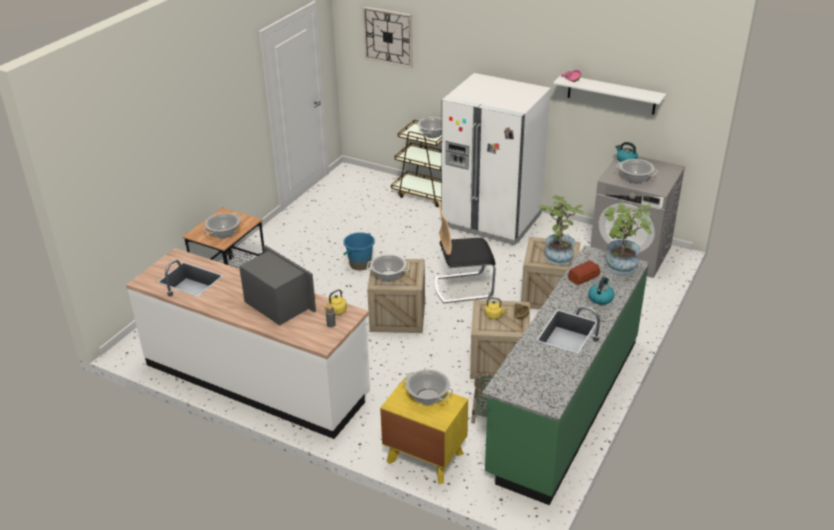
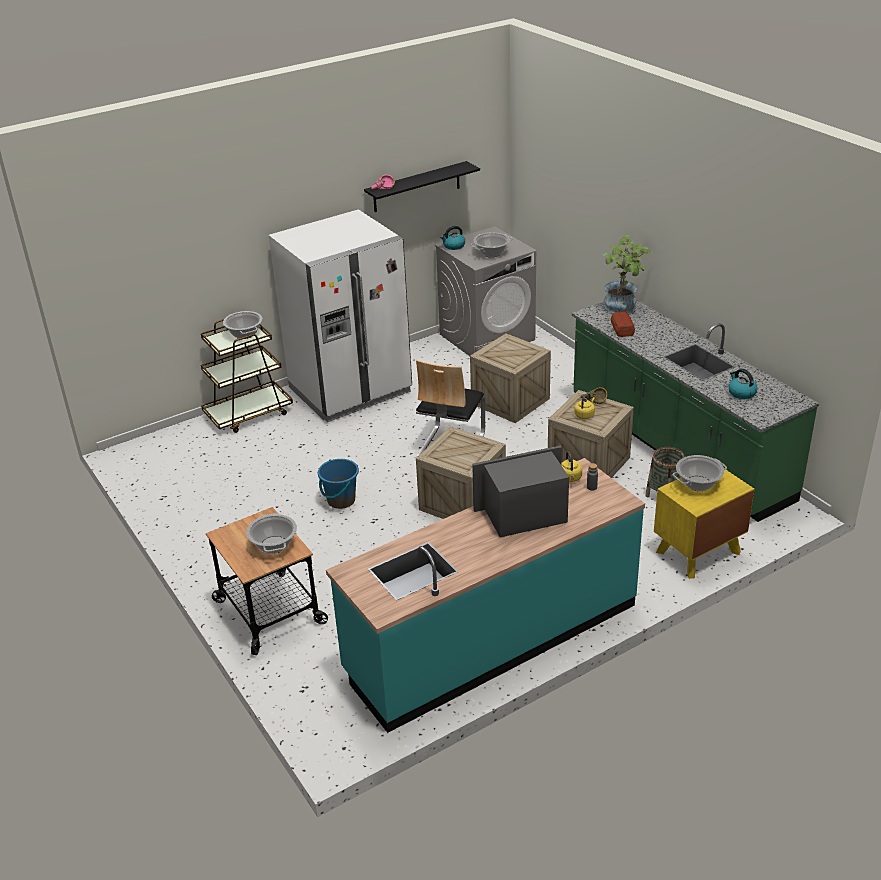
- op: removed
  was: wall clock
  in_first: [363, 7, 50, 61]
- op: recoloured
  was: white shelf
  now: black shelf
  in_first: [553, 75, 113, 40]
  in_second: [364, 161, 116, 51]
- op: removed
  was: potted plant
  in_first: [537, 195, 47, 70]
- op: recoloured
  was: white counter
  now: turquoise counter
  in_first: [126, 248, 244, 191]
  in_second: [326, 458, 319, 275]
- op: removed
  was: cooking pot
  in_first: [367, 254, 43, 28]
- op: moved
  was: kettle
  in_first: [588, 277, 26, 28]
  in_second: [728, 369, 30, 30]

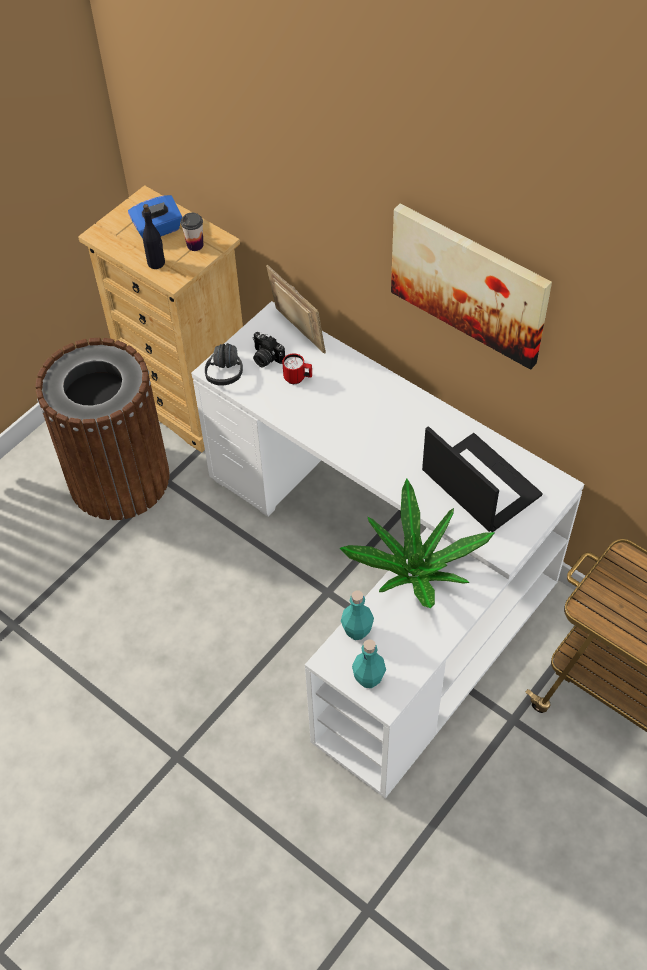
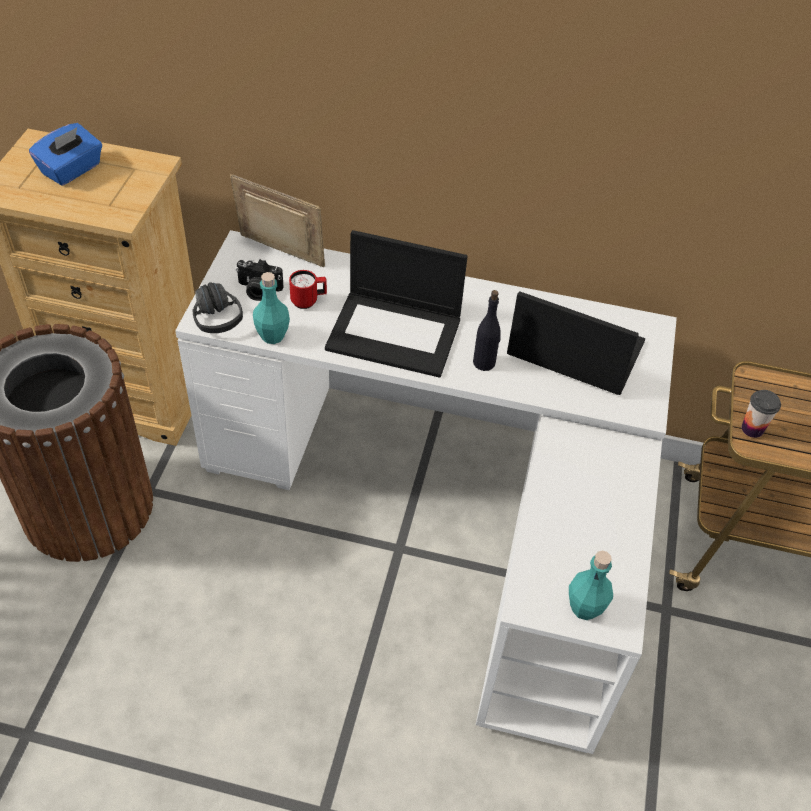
- op: moved
  was: black bottle
  in_first: [143, 204, 22, 65]
  in_second: [473, 290, 28, 81]
- op: removed
  was: picture
  in_first: [391, 204, 161, 165]
- op: moved
  was: cup
  in_first: [181, 213, 22, 38]
  in_second: [742, 390, 39, 48]
- op: removed
  was: potted plant
  in_first: [340, 478, 155, 130]
- op: moved
  was: turquoise bottle
  in_first: [341, 590, 33, 50]
  in_second: [253, 272, 37, 72]
- op: added
  now: laptop
  in_second: [325, 230, 143, 148]

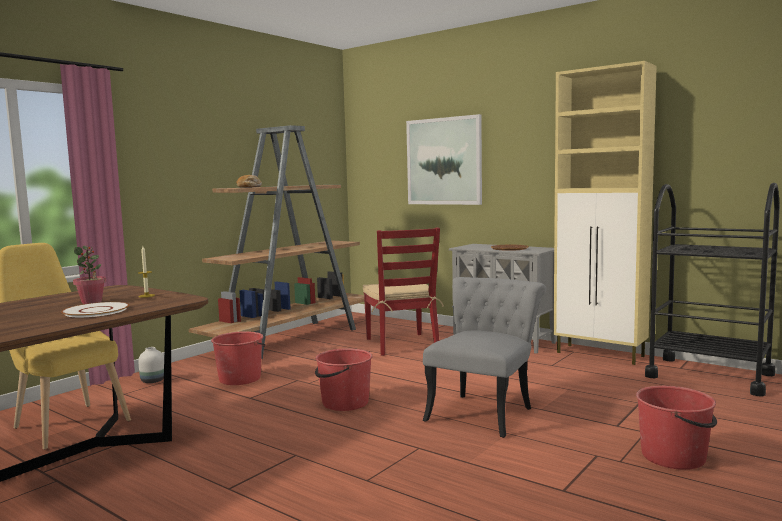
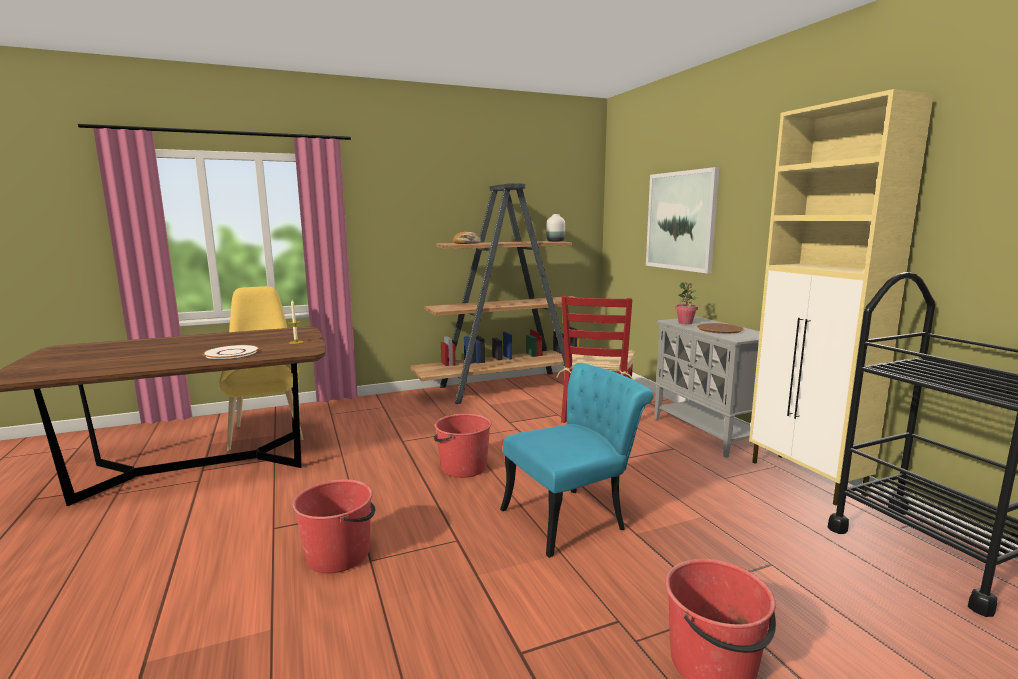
- op: moved
  was: potted plant
  in_first: [73, 246, 34, 58]
  in_second: [675, 282, 23, 42]
- op: recoloured
  was: grey chair
  now: turquoise chair
  in_first: [423, 277, 123, 161]
  in_second: [500, 363, 154, 195]
- op: moved
  was: red bucket
  in_first: [211, 331, 55, 54]
  in_second: [292, 479, 83, 94]
- op: moved
  was: white vase
  in_first: [138, 347, 26, 36]
  in_second: [546, 214, 19, 28]

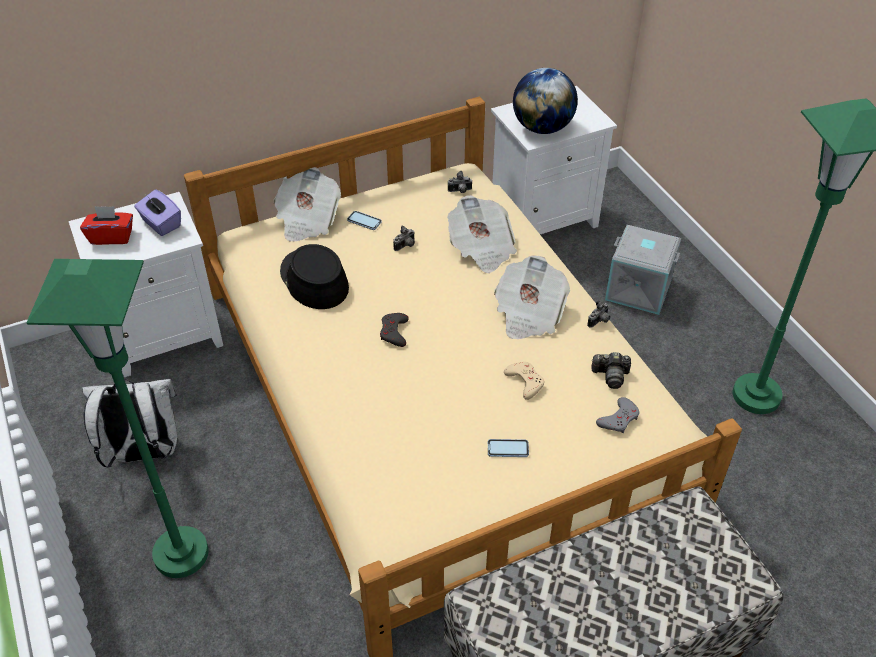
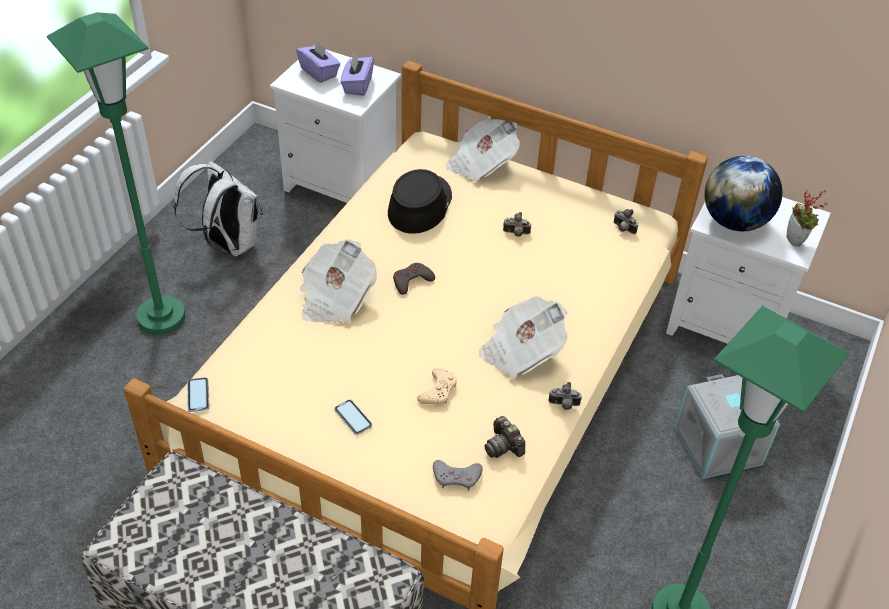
- op: moved
  was: newspaper
  in_first: [447, 195, 70, 78]
  in_second: [300, 239, 77, 84]
- op: recoloured
  was: red tissue box
  now: purple tissue box
  in_first: [80, 206, 53, 39]
  in_second: [296, 40, 44, 43]
- op: moved
  was: phone
  in_first: [347, 211, 35, 19]
  in_second: [188, 378, 21, 34]
- op: added
  now: potted plant
  in_second: [786, 190, 41, 57]

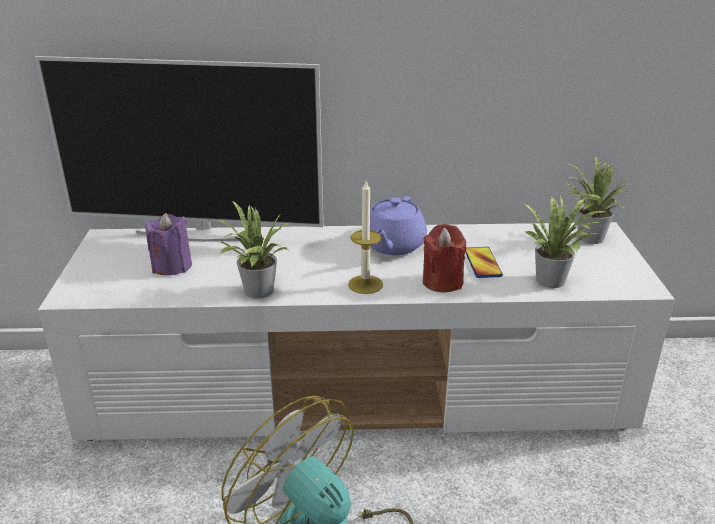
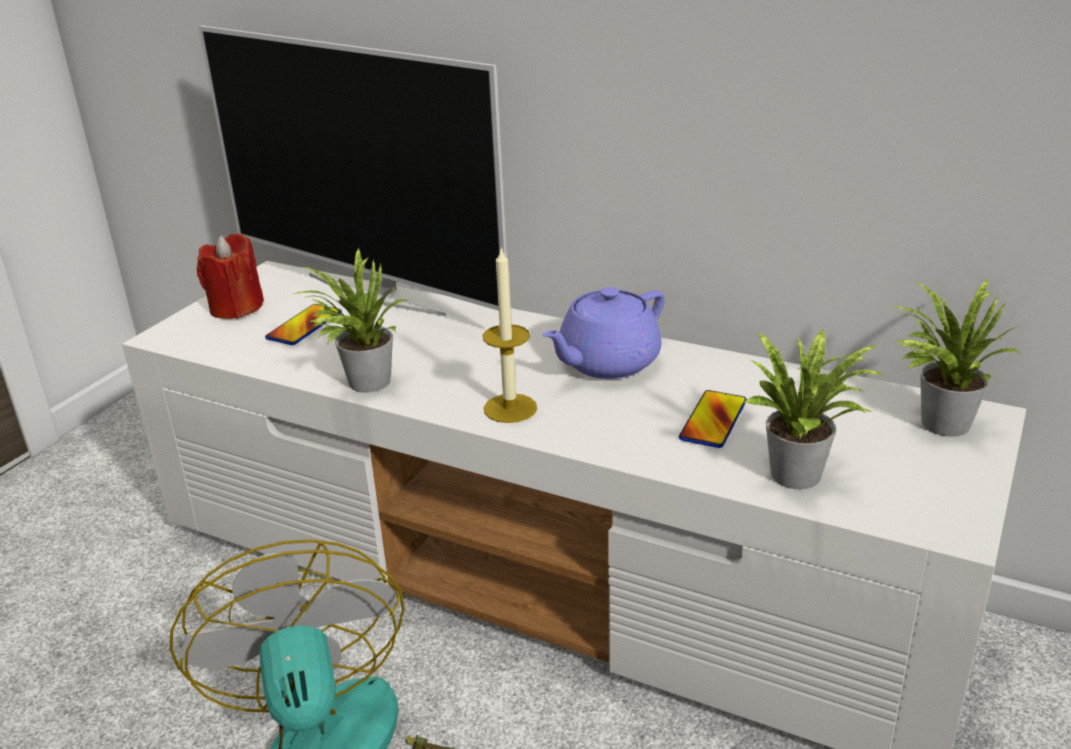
- op: replaced
  was: purple candle
  now: phone
  in_first: [145, 213, 47, 63]
  in_second: [265, 304, 77, 41]
- op: moved
  was: red candle
  in_first: [423, 224, 43, 68]
  in_second: [197, 233, 67, 86]

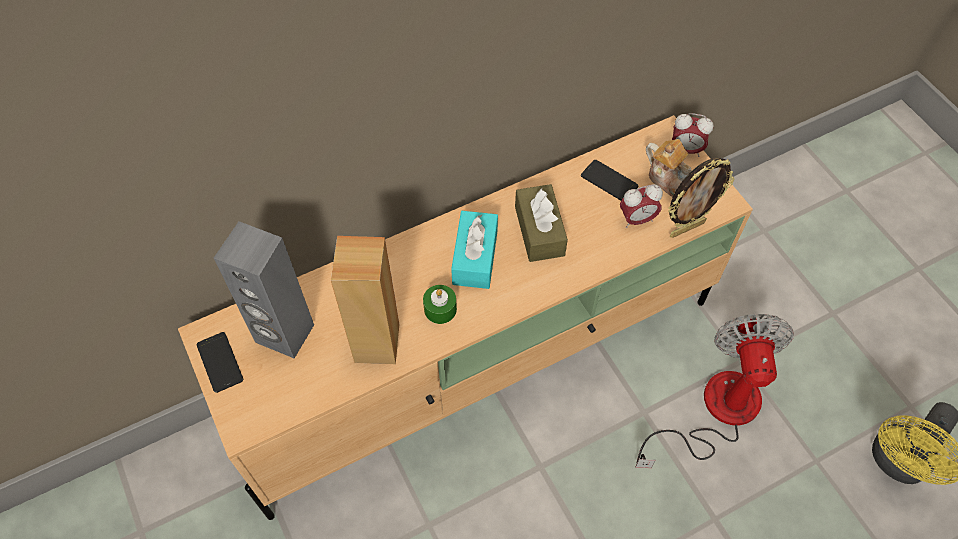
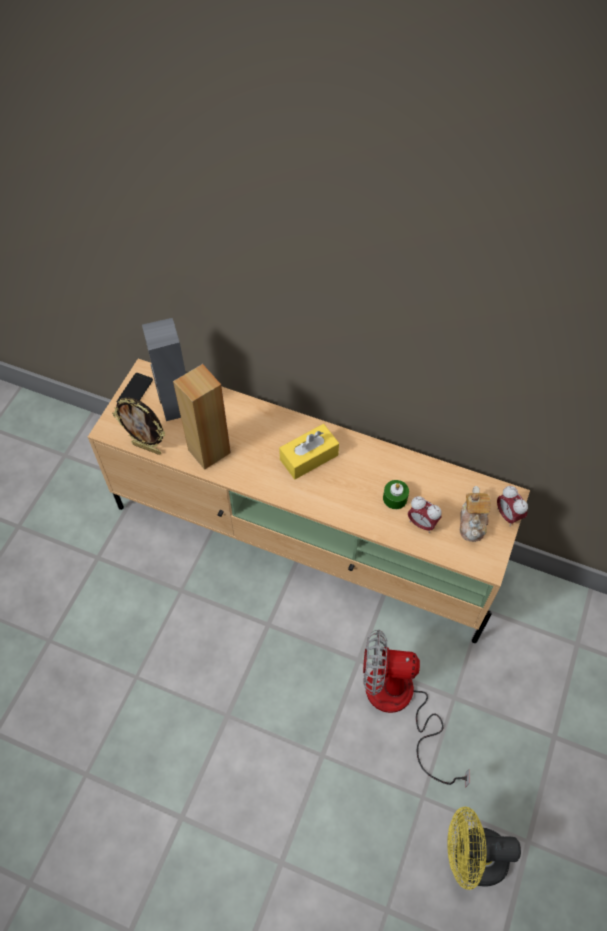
- op: moved
  was: picture frame
  in_first: [668, 158, 67, 80]
  in_second: [112, 397, 53, 58]
- op: removed
  was: phone
  in_first: [581, 160, 57, 40]
- op: removed
  was: brown tissue box
  in_first: [515, 184, 53, 78]
- op: recoloured
  was: turquoise tissue box
  now: yellow tissue box
  in_first: [451, 211, 47, 78]
  in_second: [279, 424, 60, 55]
- op: moved
  was: green candle
  in_first: [423, 285, 34, 39]
  in_second: [383, 480, 26, 29]
- op: turned
  was: fan
  in_first: [635, 314, 159, 154]
  in_second: [363, 629, 106, 158]
  clockwise: -135

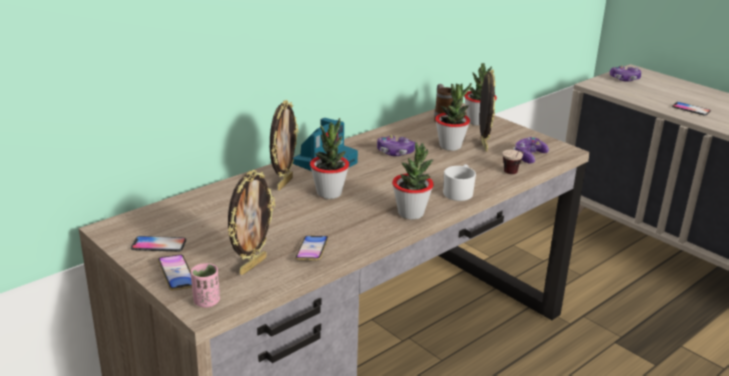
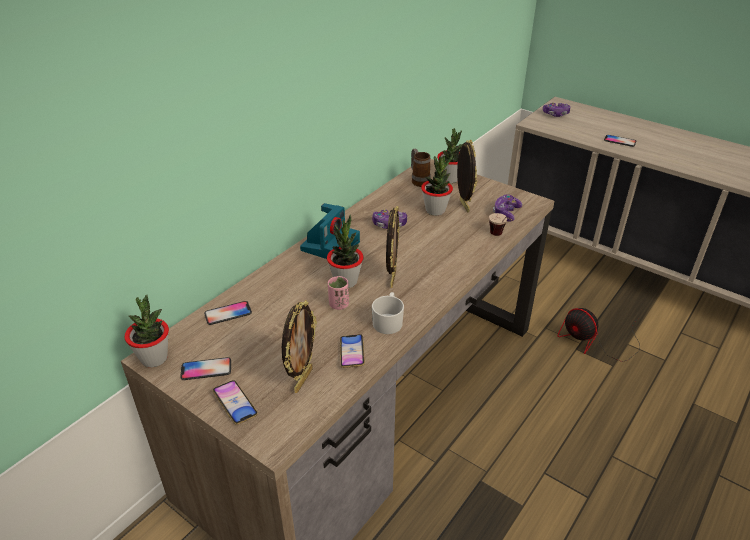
- op: moved
  was: picture frame
  in_first: [270, 100, 28, 90]
  in_second: [386, 206, 13, 82]
- op: moved
  was: potted plant
  in_first: [392, 142, 42, 77]
  in_second: [124, 294, 45, 73]
- op: moved
  was: white mug
  in_first: [443, 164, 33, 37]
  in_second: [372, 292, 32, 42]
- op: moved
  was: pink cup
  in_first: [191, 263, 29, 45]
  in_second: [328, 276, 21, 34]
- op: added
  now: phone
  in_second: [204, 301, 48, 24]
- op: added
  now: fan
  in_second: [558, 308, 82, 54]

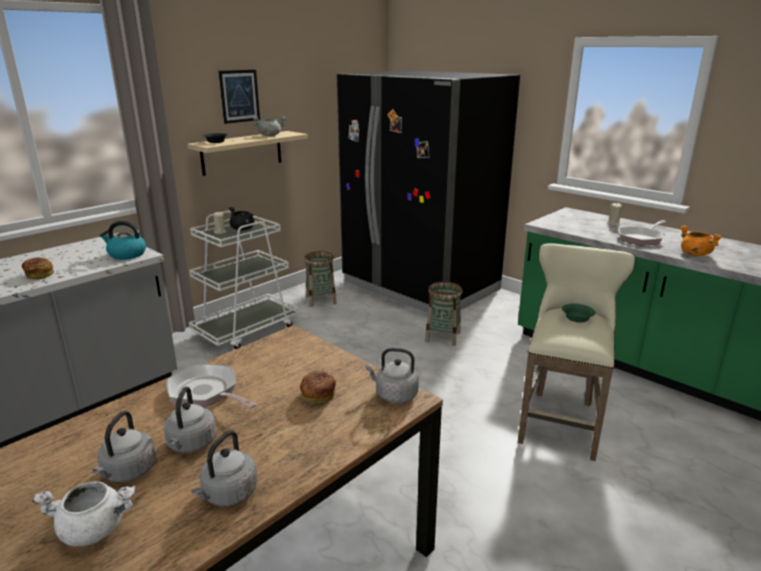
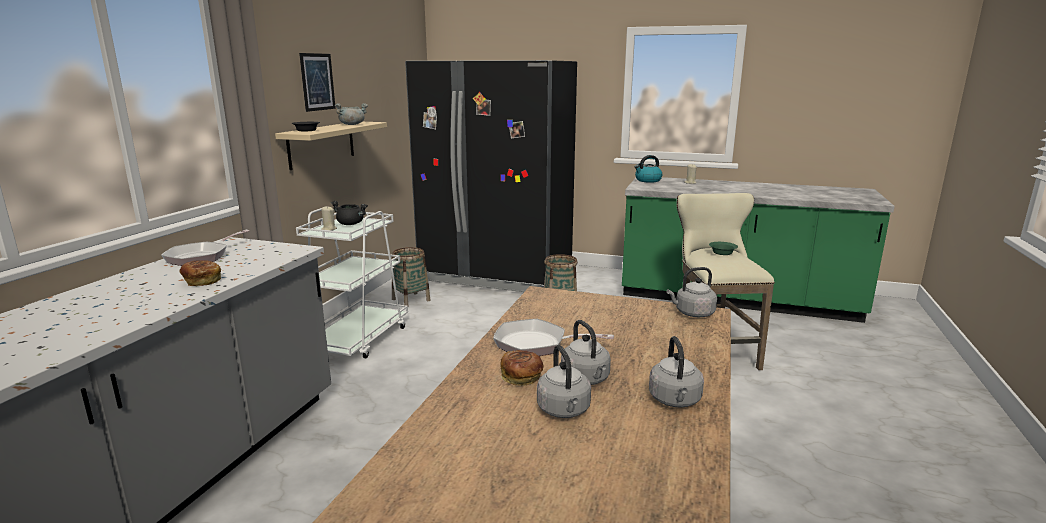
- op: moved
  was: frying pan
  in_first: [619, 220, 47, 25]
  in_second: [161, 230, 89, 36]
- op: moved
  was: kettle
  in_first: [100, 221, 46, 39]
  in_second: [634, 155, 28, 28]
- op: removed
  was: orange cooking pot
  in_first: [680, 226, 43, 30]
- op: moved
  was: bread
  in_first: [300, 370, 36, 34]
  in_second: [500, 350, 43, 36]
- op: removed
  was: white cooking pot
  in_first: [32, 482, 103, 64]

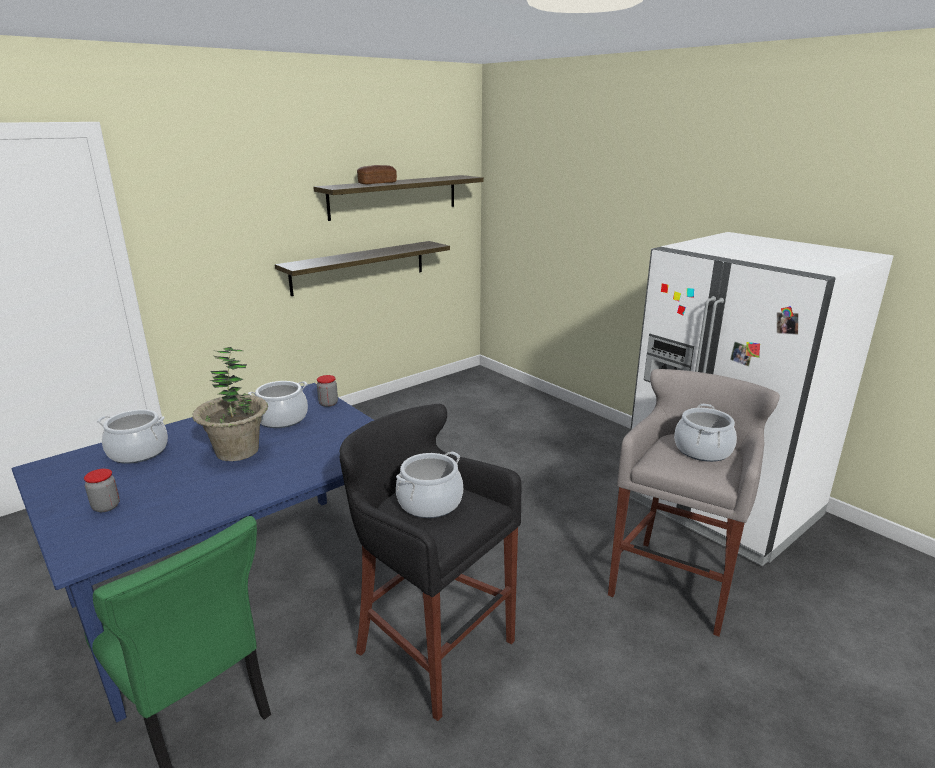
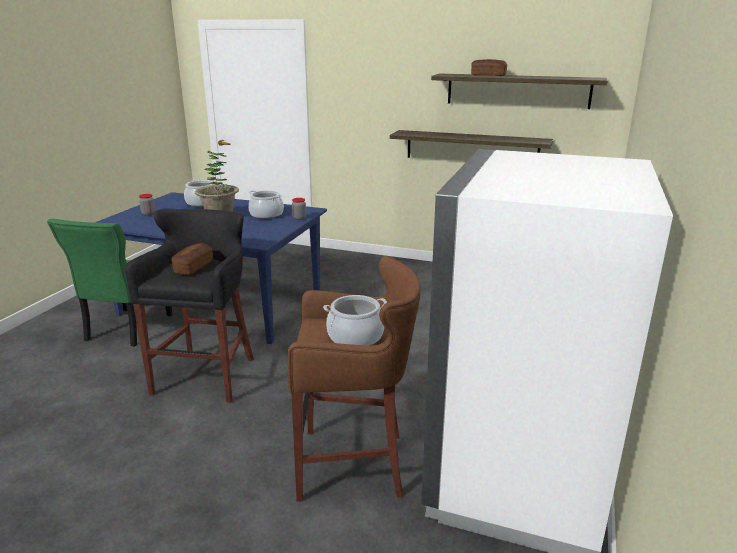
- op: recoloured
  was: grey stool
  now: brown stool
  in_first: [608, 369, 172, 268]
  in_second: [287, 256, 134, 246]
- op: replaced
  was: cooking pot
  now: bread
  in_first: [396, 451, 67, 67]
  in_second: [171, 243, 42, 32]

